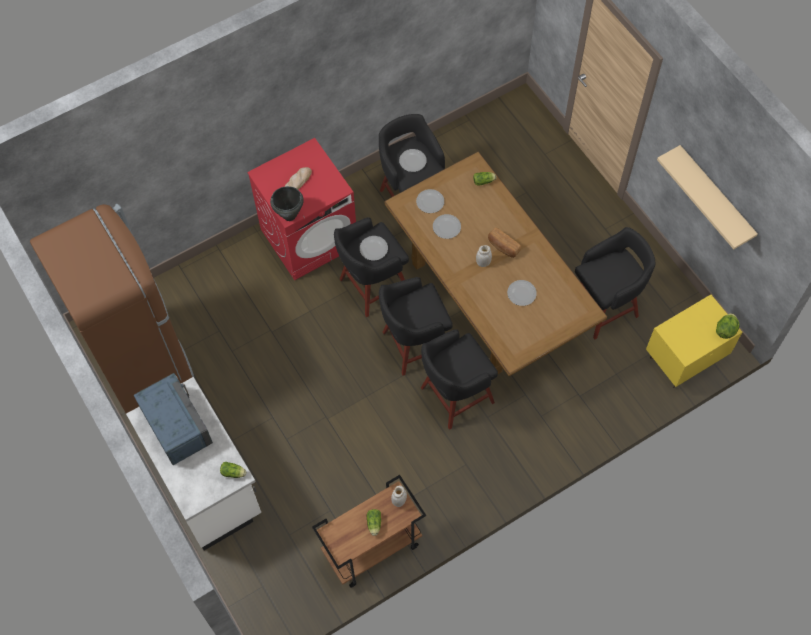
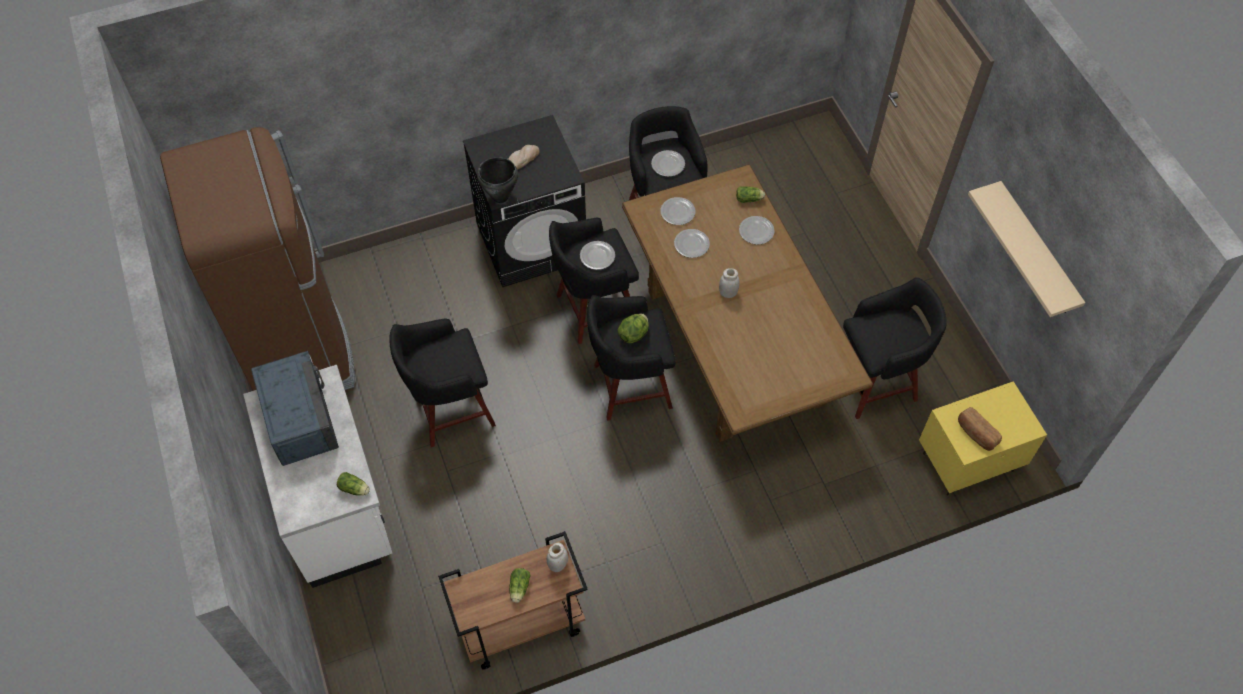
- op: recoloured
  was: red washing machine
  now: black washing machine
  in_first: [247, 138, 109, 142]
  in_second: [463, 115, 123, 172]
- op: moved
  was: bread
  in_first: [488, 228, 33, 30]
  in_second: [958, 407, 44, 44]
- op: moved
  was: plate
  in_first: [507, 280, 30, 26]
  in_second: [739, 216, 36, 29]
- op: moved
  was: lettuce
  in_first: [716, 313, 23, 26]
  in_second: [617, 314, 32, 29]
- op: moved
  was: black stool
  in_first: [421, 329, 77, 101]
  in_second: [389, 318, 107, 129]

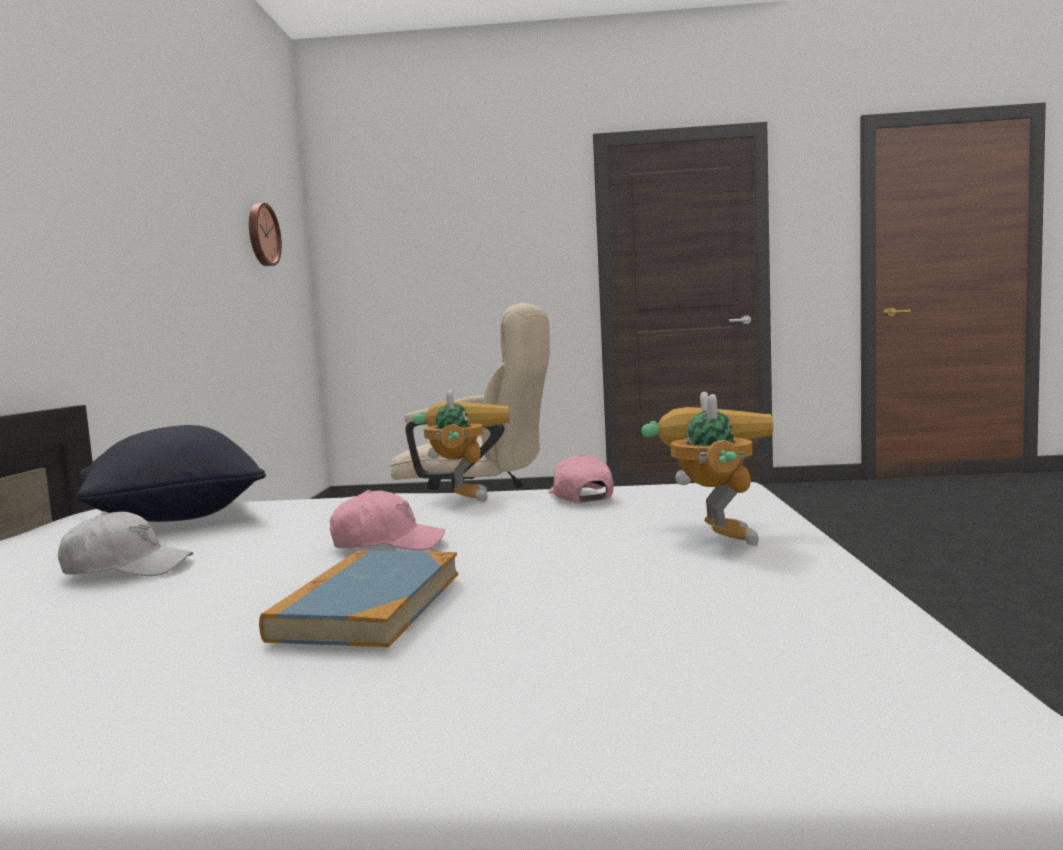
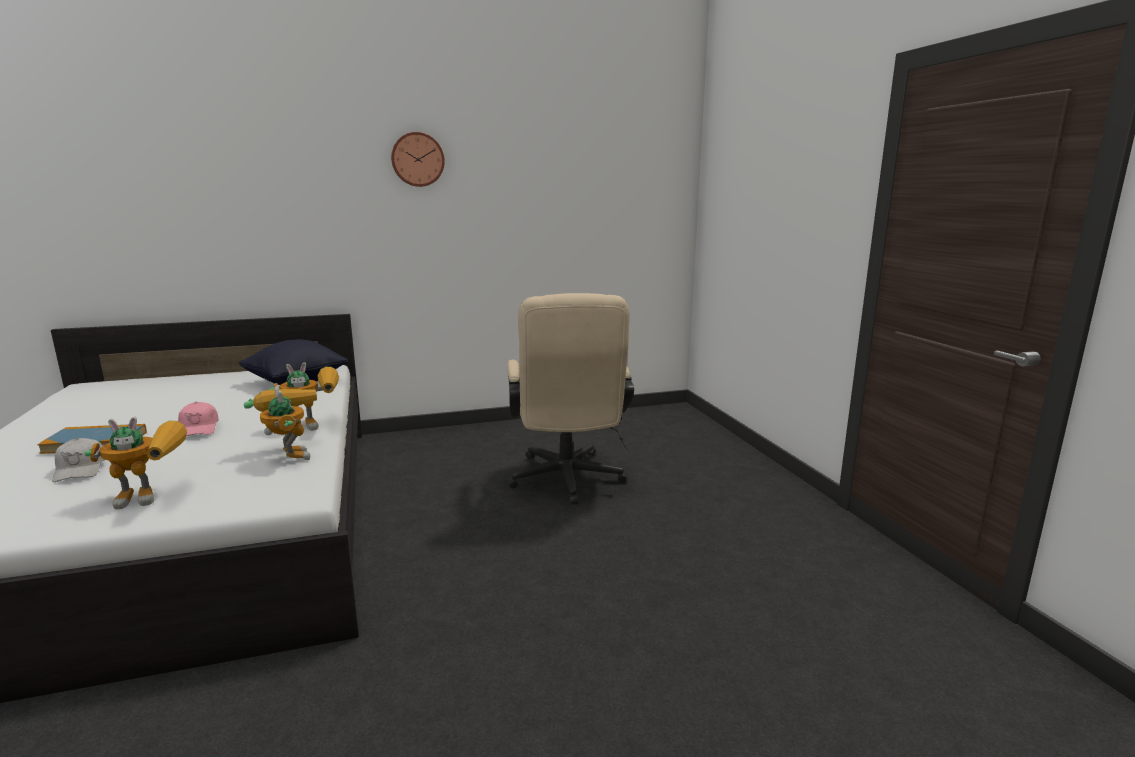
- op: moved
  was: wall clock
  in_first: [249, 203, 33, 63]
  in_second: [391, 132, 54, 55]
- op: replaced
  was: pink cap
  now: toy robot
  in_first: [548, 454, 65, 49]
  in_second: [244, 386, 73, 74]
- op: moved
  was: white cap
  in_first: [58, 511, 135, 65]
  in_second: [52, 438, 52, 44]

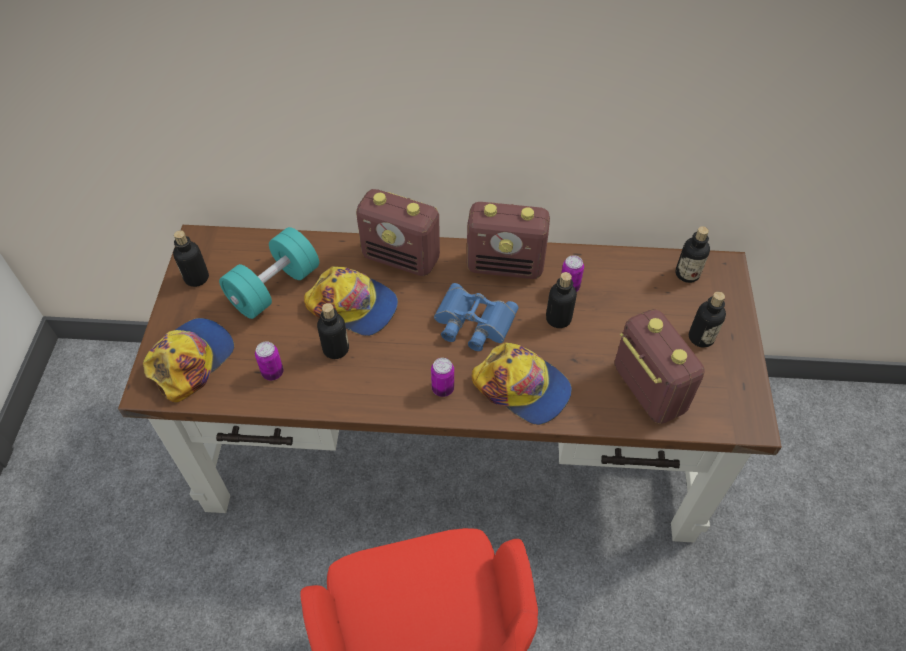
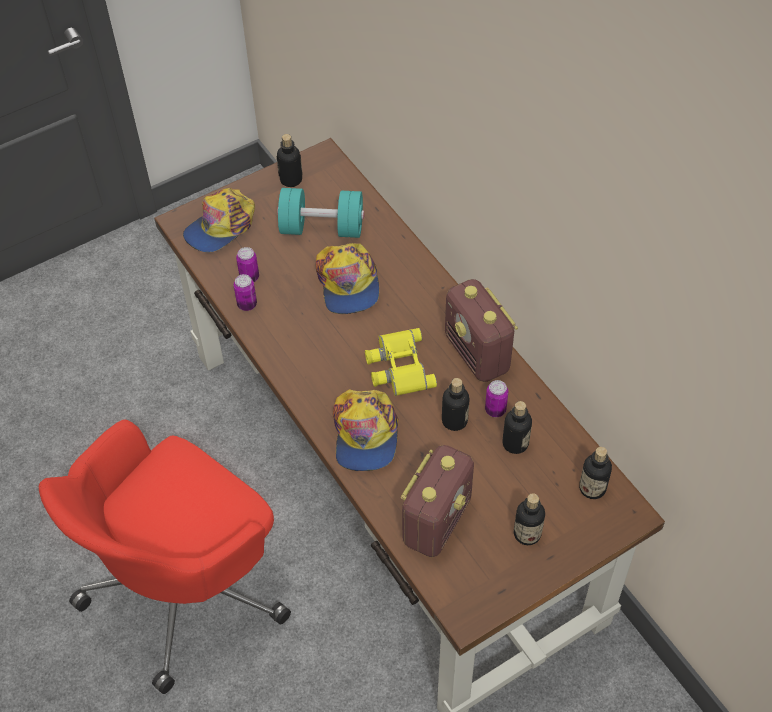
- op: removed
  was: radio
  in_first: [356, 189, 84, 87]
- op: recoloured
  was: blue binoculars
  now: yellow binoculars
  in_first: [434, 283, 85, 68]
  in_second: [365, 328, 72, 68]
- op: moved
  was: bottle
  in_first: [317, 303, 32, 56]
  in_second: [502, 401, 30, 53]
- op: turned
  was: cap
  in_first: [143, 318, 91, 84]
  in_second: [183, 188, 72, 65]
  clockwise: 135
- op: moved
  was: can
  in_first: [431, 358, 23, 39]
  in_second: [234, 274, 23, 37]

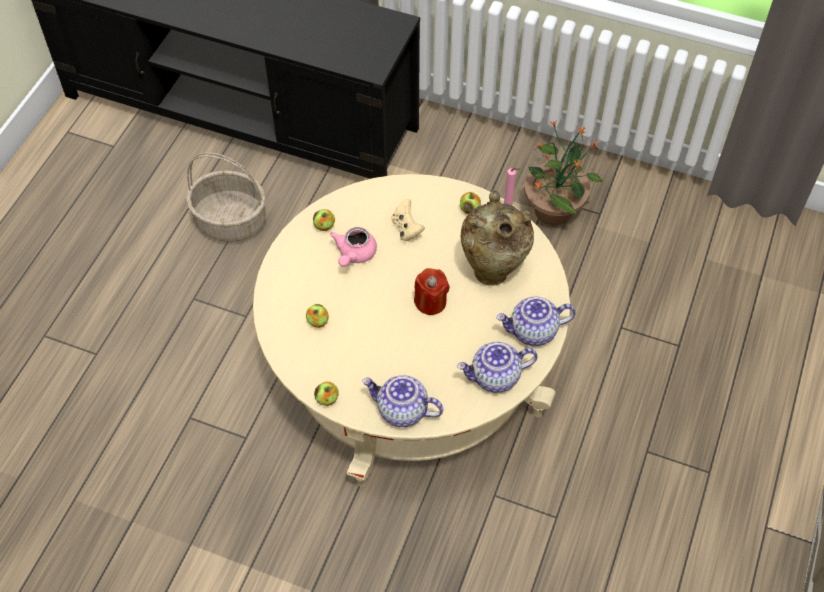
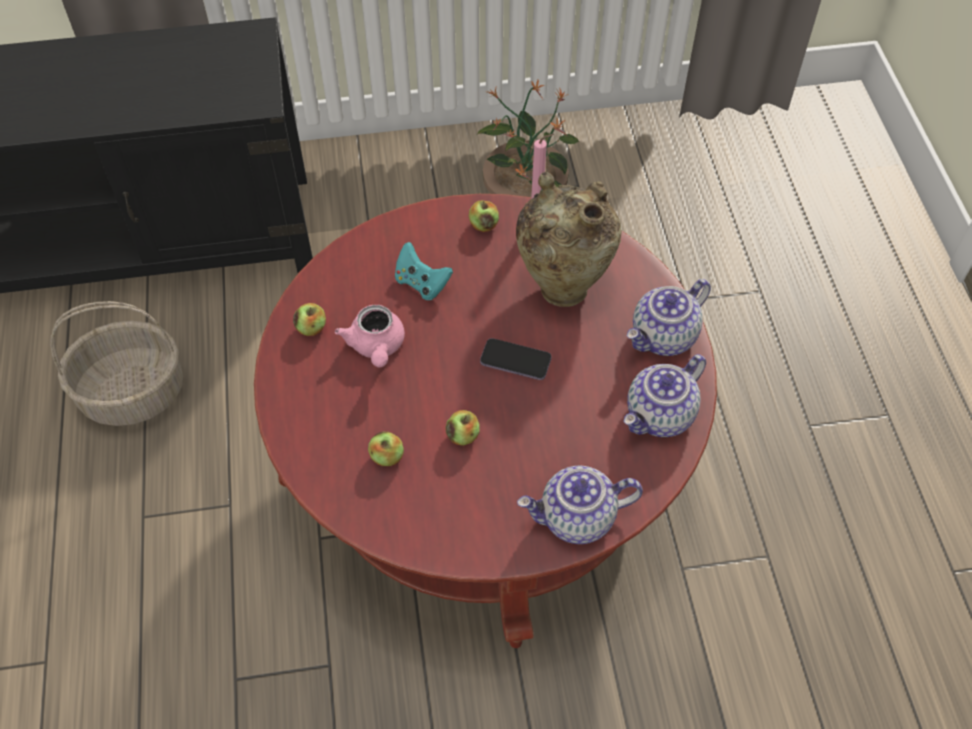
- op: recoloured
  was: beige coffee table
  now: red coffee table
  in_first: [253, 174, 317, 313]
  in_second: [254, 194, 463, 454]
- op: recoloured
  was: beige game controller
  now: turquoise game controller
  in_first: [391, 199, 34, 42]
  in_second: [395, 242, 58, 58]
- op: replaced
  was: red candle
  now: phone
  in_first: [414, 268, 36, 47]
  in_second: [480, 338, 71, 42]
- op: moved
  was: apple
  in_first: [314, 382, 25, 24]
  in_second: [446, 410, 34, 36]

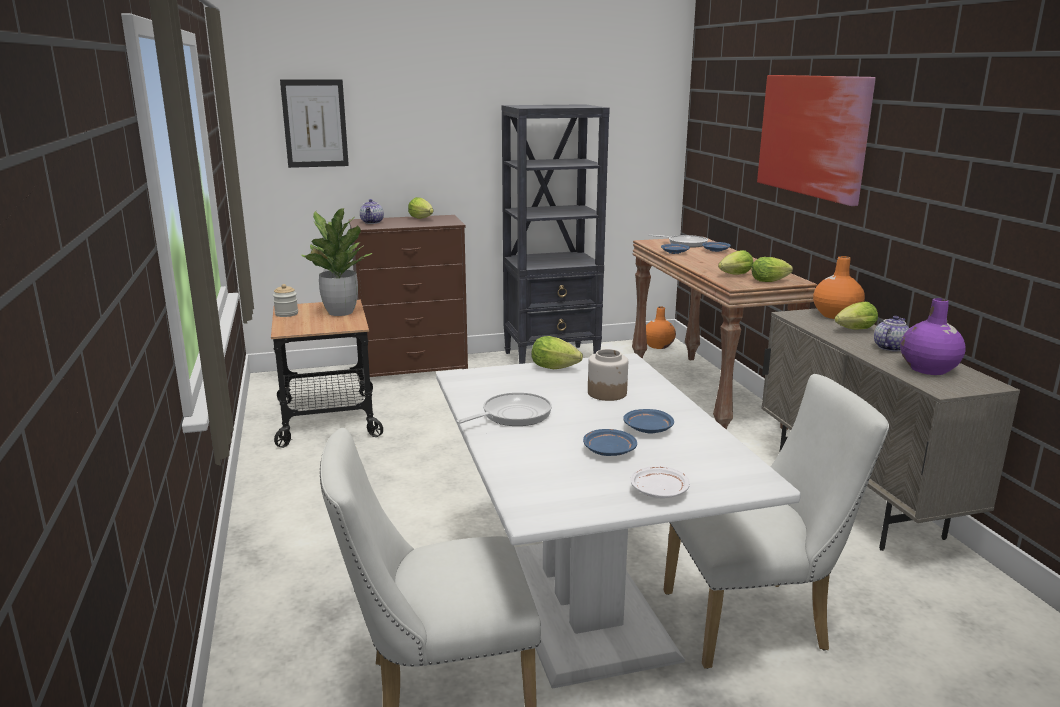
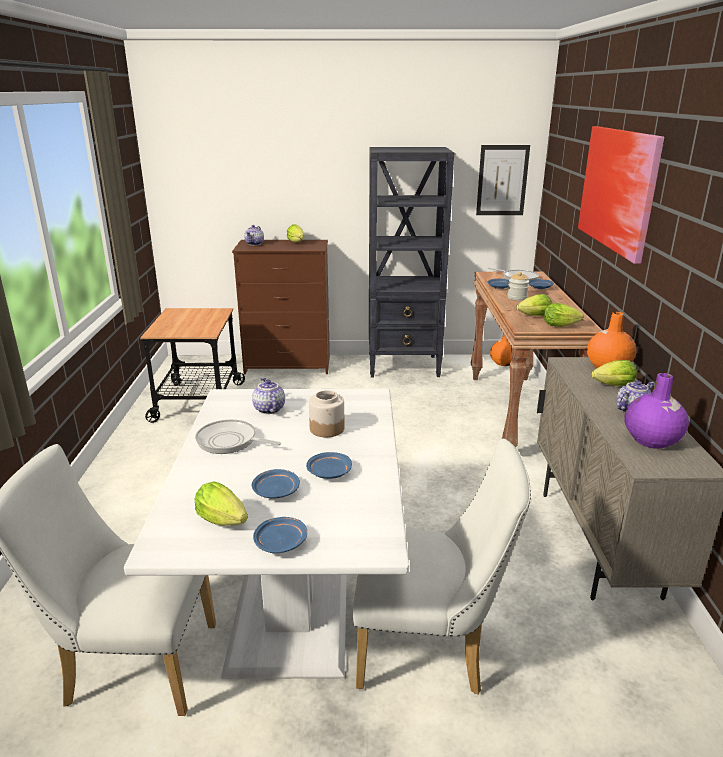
- op: moved
  was: picture
  in_first: [280, 79, 69, 89]
  in_second: [476, 145, 54, 70]
- op: removed
  was: potted plant
  in_first: [301, 208, 72, 108]
- op: moved
  was: jar
  in_first: [273, 284, 25, 33]
  in_second: [508, 272, 21, 29]
- op: moved
  was: lettuce
  in_first: [531, 336, 52, 33]
  in_second: [195, 481, 53, 45]
- op: turned
  was: frying pan
  in_first: [457, 392, 95, 34]
  in_second: [195, 419, 86, 35]
  clockwise: -135
- op: recoloured
  was: white plate
  now: blue plate
  in_first: [631, 466, 59, 32]
  in_second: [253, 517, 54, 36]
- op: added
  now: teapot
  in_second: [252, 377, 33, 37]

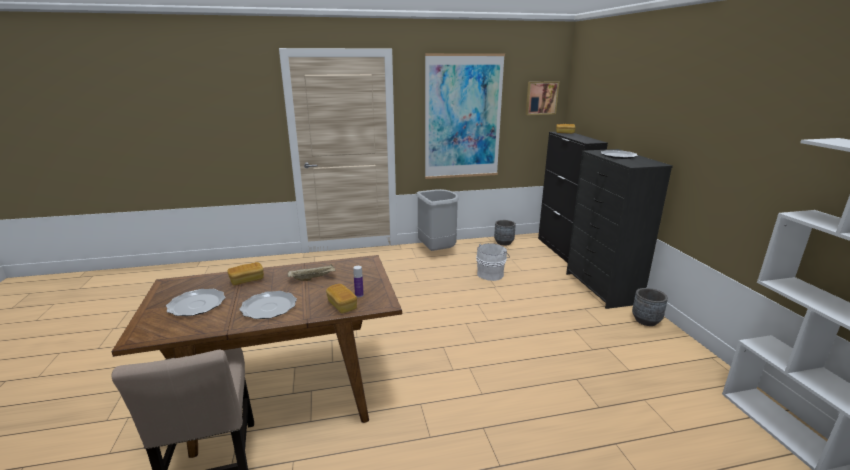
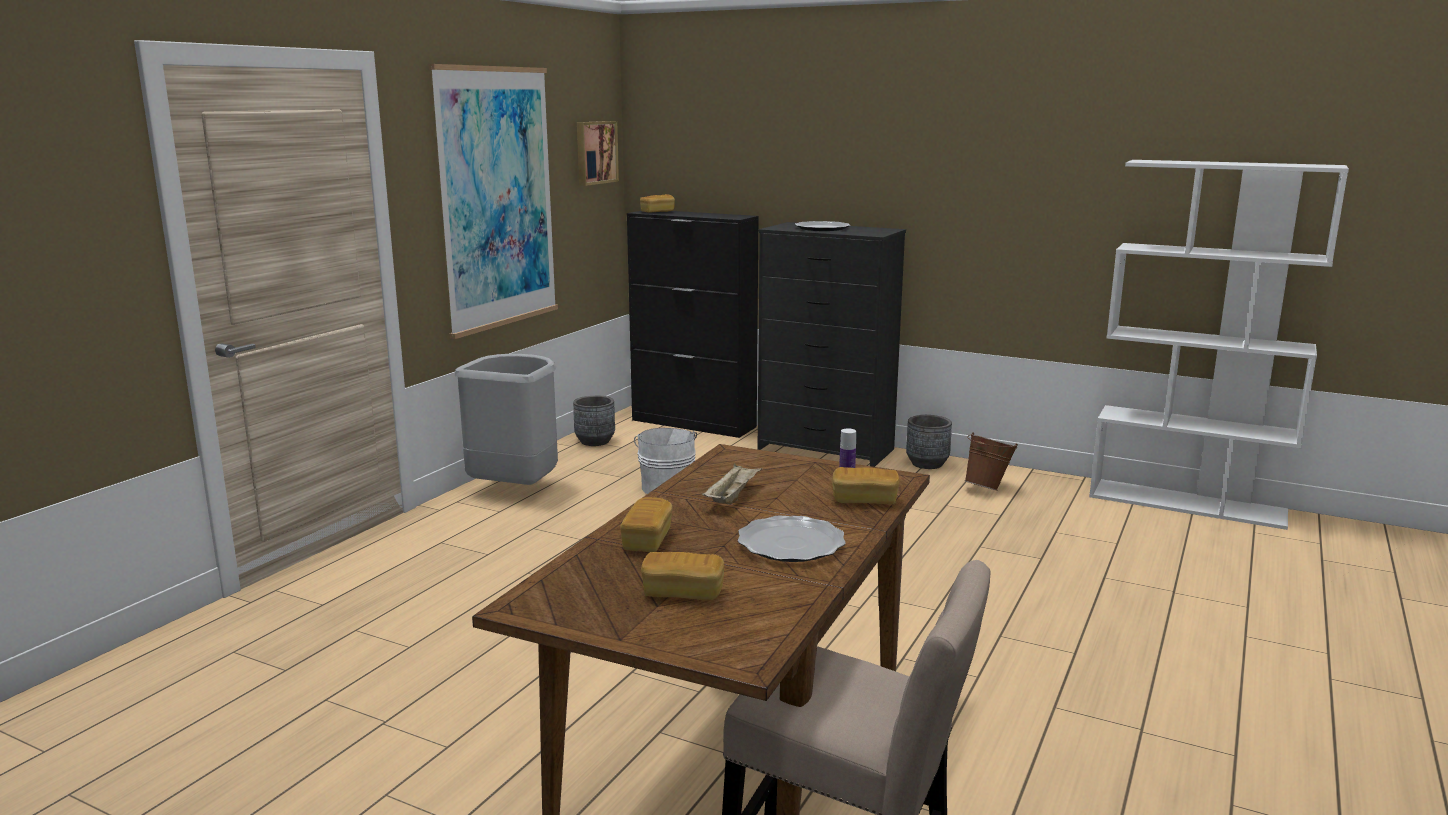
- op: replaced
  was: plate
  now: bread
  in_first: [166, 289, 59, 27]
  in_second: [641, 552, 83, 49]
- op: added
  now: brown bucket
  in_second: [965, 432, 53, 59]

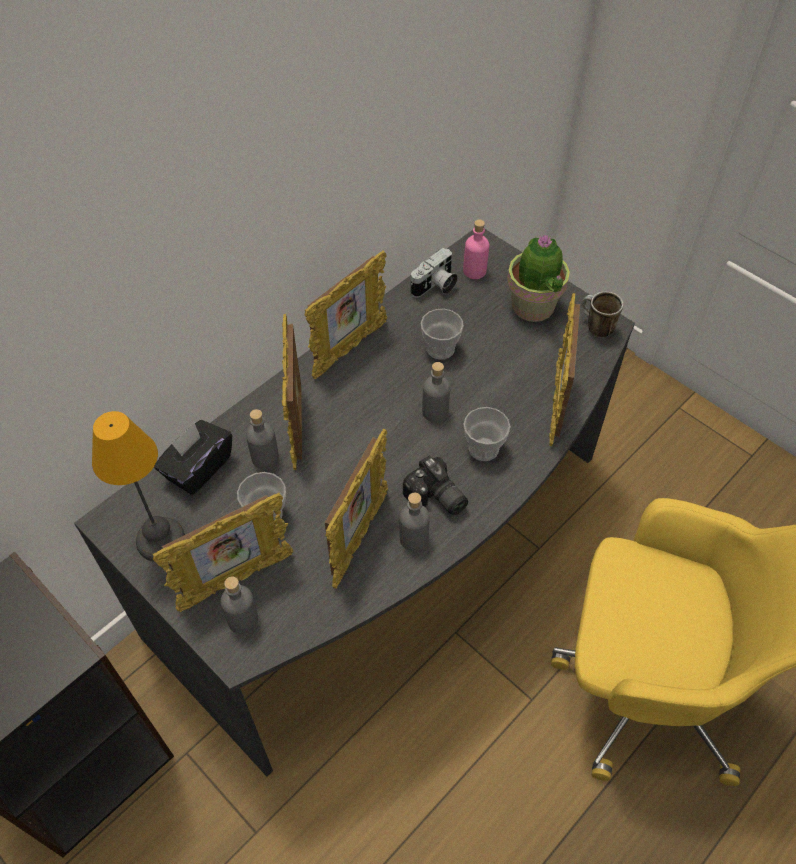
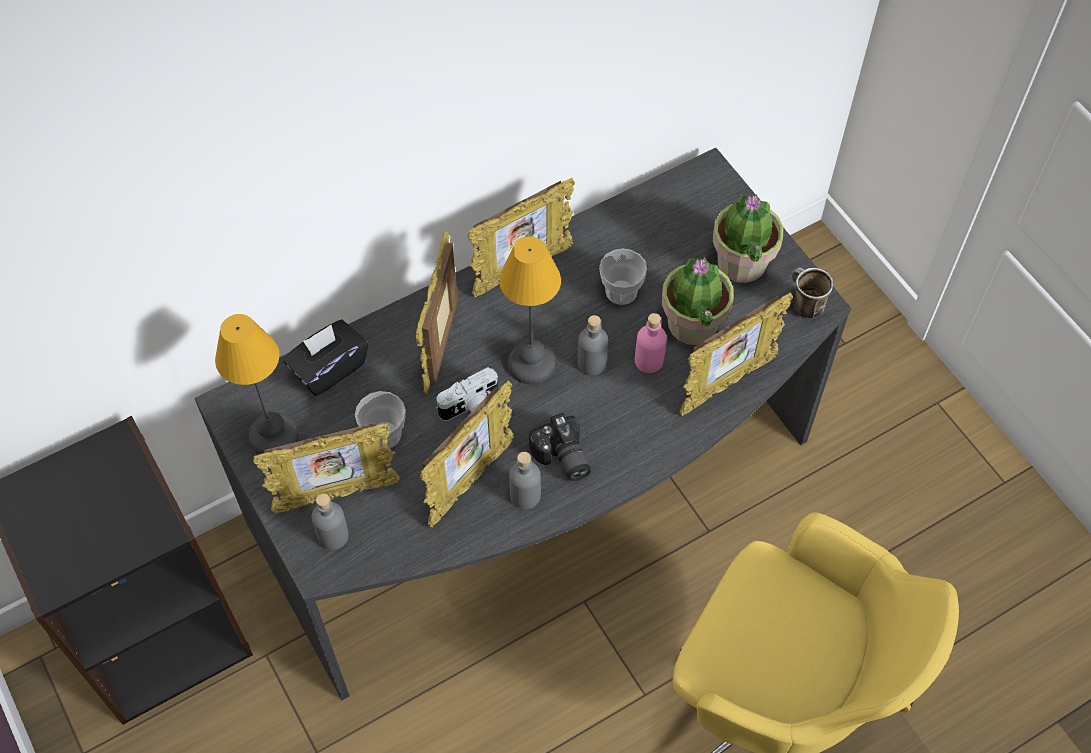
- op: moved
  was: pink bottle
  in_first: [463, 219, 26, 60]
  in_second: [635, 313, 32, 60]
- op: moved
  was: photo camera
  in_first: [411, 248, 47, 50]
  in_second: [436, 367, 63, 54]
- op: turned
  was: picture frame
  in_first: [549, 293, 31, 153]
  in_second: [679, 292, 114, 124]
  clockwise: -150
- op: removed
  was: cup
  in_first: [464, 407, 46, 54]
- op: removed
  was: grey bottle
  in_first: [246, 409, 33, 60]
- op: added
  now: table lamp
  in_second: [499, 236, 62, 149]
- op: added
  now: potted plant
  in_second: [662, 257, 72, 88]

